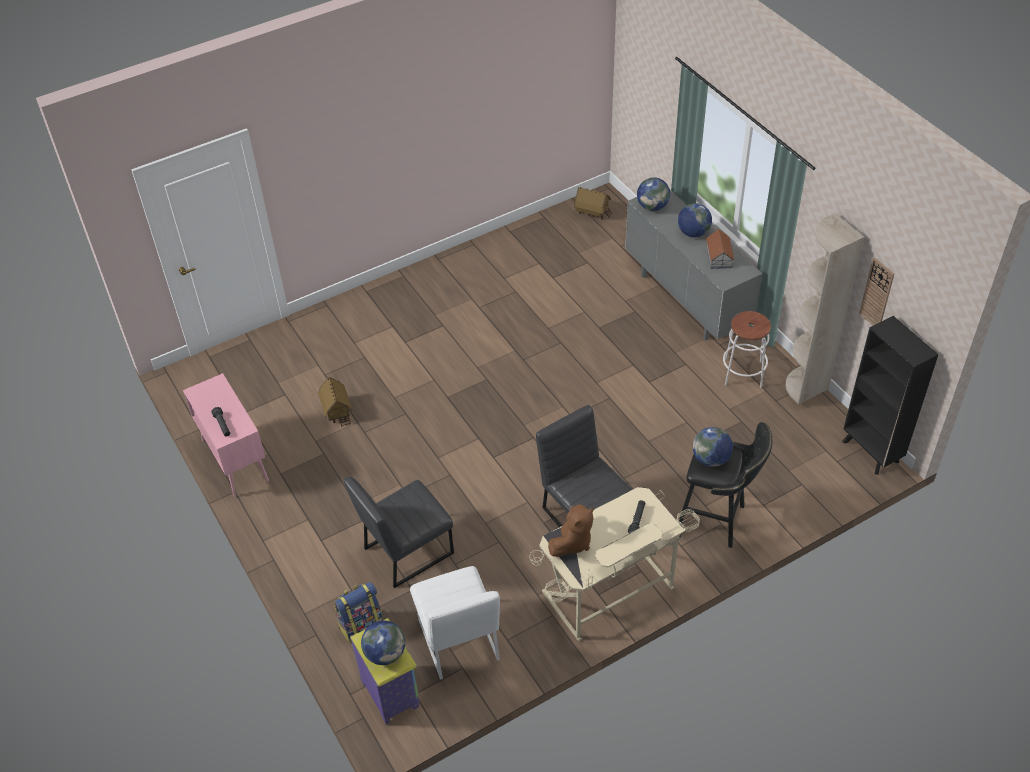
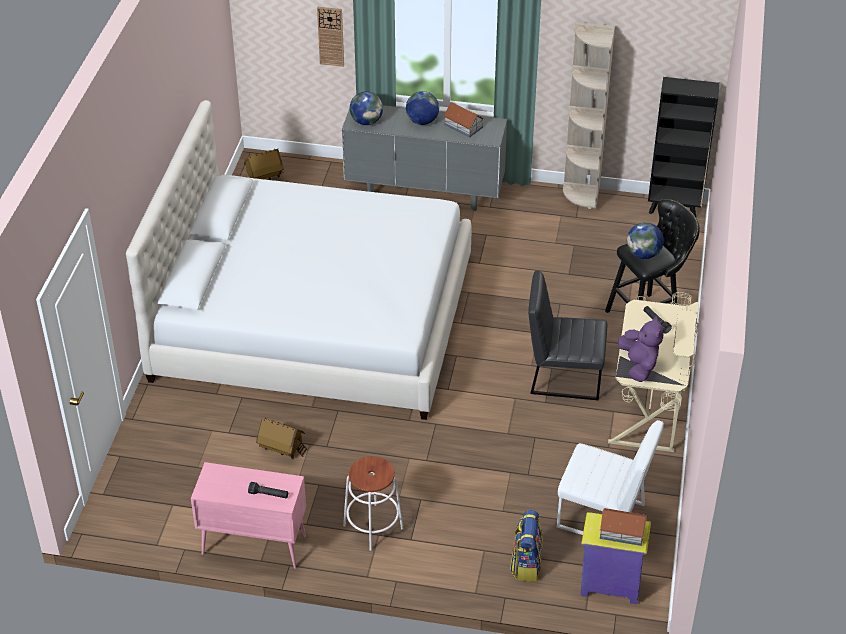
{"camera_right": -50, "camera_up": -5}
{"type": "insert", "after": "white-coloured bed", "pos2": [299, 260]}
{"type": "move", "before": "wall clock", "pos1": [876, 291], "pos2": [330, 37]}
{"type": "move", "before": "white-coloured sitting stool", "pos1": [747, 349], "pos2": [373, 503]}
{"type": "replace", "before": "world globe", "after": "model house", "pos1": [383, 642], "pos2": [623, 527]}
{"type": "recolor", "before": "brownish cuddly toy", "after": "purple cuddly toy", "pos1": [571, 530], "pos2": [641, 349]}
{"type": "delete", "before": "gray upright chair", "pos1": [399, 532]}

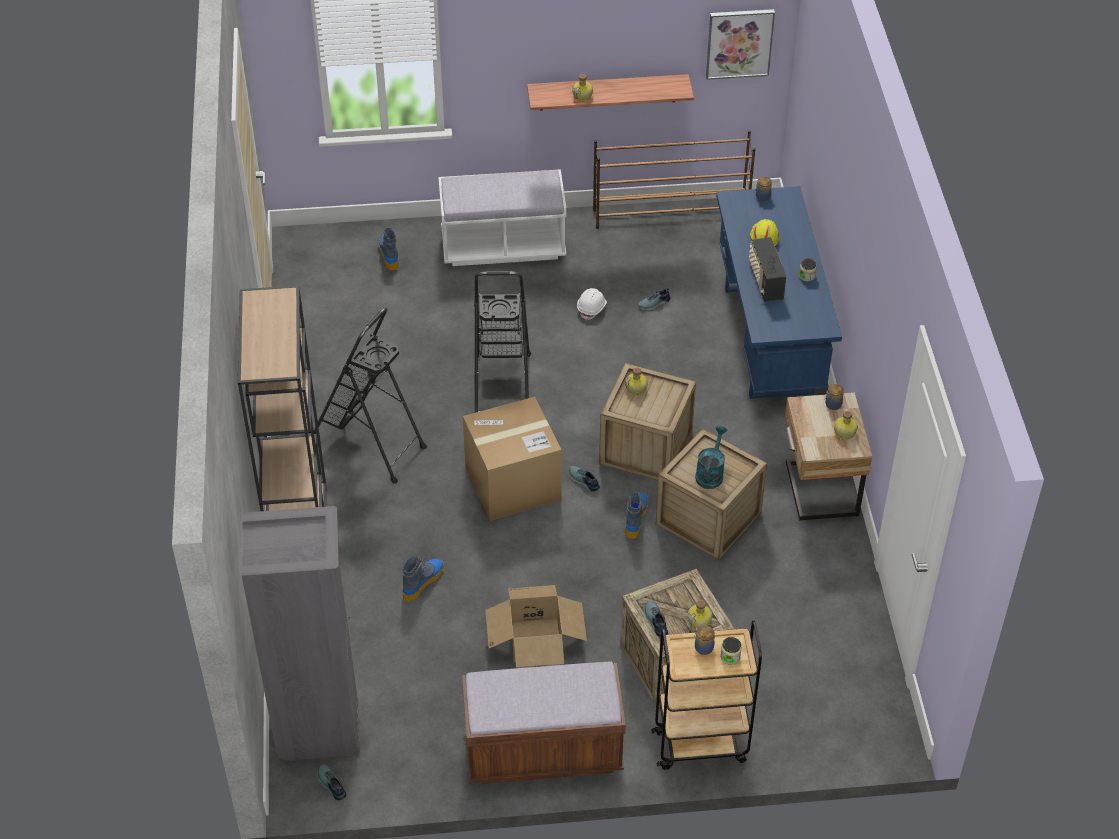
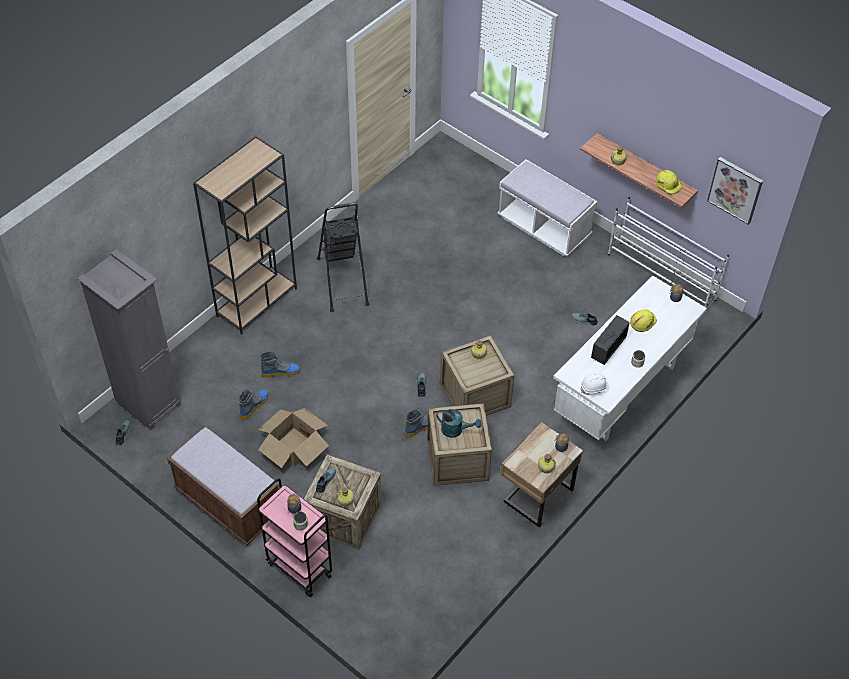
{"camera_right": 45, "camera_up": 5}
{"type": "move", "before": "tall boot", "pos1": [388, 248], "pos2": [254, 404]}
{"type": "recolor", "before": "brownish wheeled cart", "after": "pink-coloured wheeled cart", "pos1": [706, 695], "pos2": [294, 537]}
{"type": "rotate", "before": "turquoise watering pot", "pos1": [711, 457], "pos2": [458, 423], "turn": 45}
{"type": "recolor", "before": "blue desk unit", "after": "white-coloured desk unit", "pos1": [779, 292], "pos2": [630, 358]}
{"type": "move", "before": "white-coloured hard hat", "pos1": [592, 304], "pos2": [595, 383]}
{"type": "recolor", "before": "brownish shoe shelf", "after": "white-coloured shoe shelf", "pos1": [674, 180], "pos2": [668, 252]}
{"type": "insert", "after": "yellowish hard hat", "pos2": [669, 182]}
{"type": "delete", "before": "packing box", "pos1": [512, 459]}
{"type": "delete", "before": "stepladder", "pos1": [502, 342]}

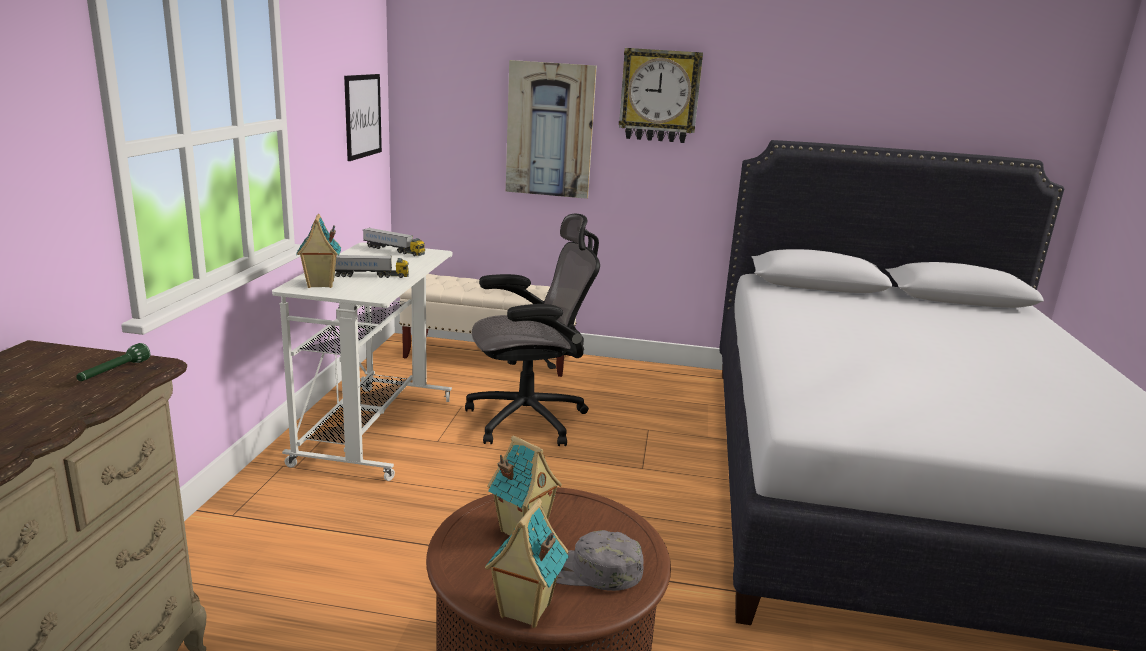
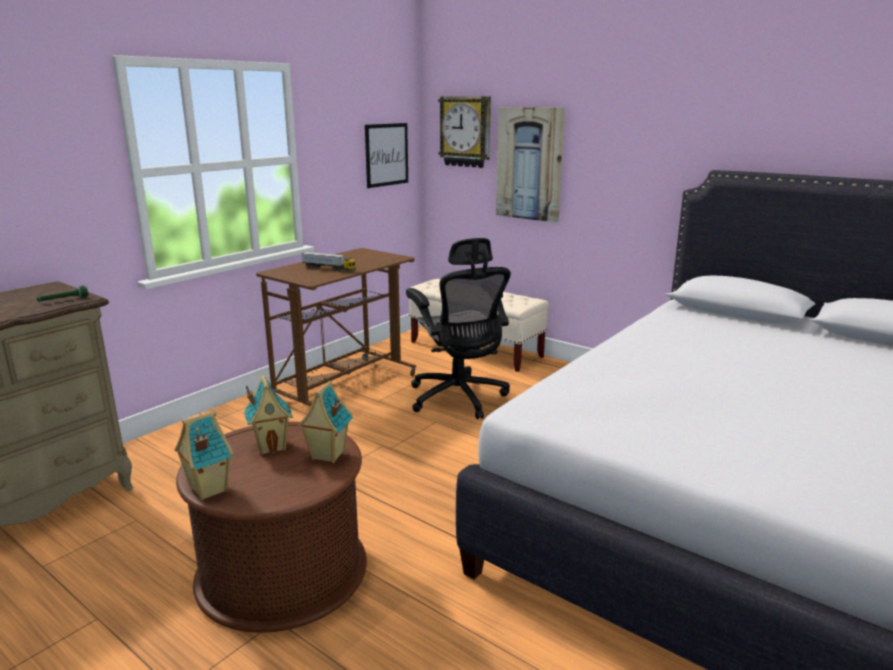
{"camera_right": 30, "camera_up": 0}
{"type": "recolor", "before": "white-coloured desk unit", "after": "brownish desk unit", "pos1": [362, 361], "pos2": [336, 327]}
{"type": "move", "before": "model house", "pos1": [318, 251], "pos2": [325, 422]}
{"type": "rotate", "before": "computer chair", "pos1": [532, 330], "pos2": [458, 328], "turn": 60}
{"type": "move", "before": "wall clock", "pos1": [661, 95], "pos2": [464, 132]}
{"type": "delete", "before": "toy truck", "pos1": [394, 242]}
{"type": "delete", "before": "gray baseball cap", "pos1": [600, 560]}

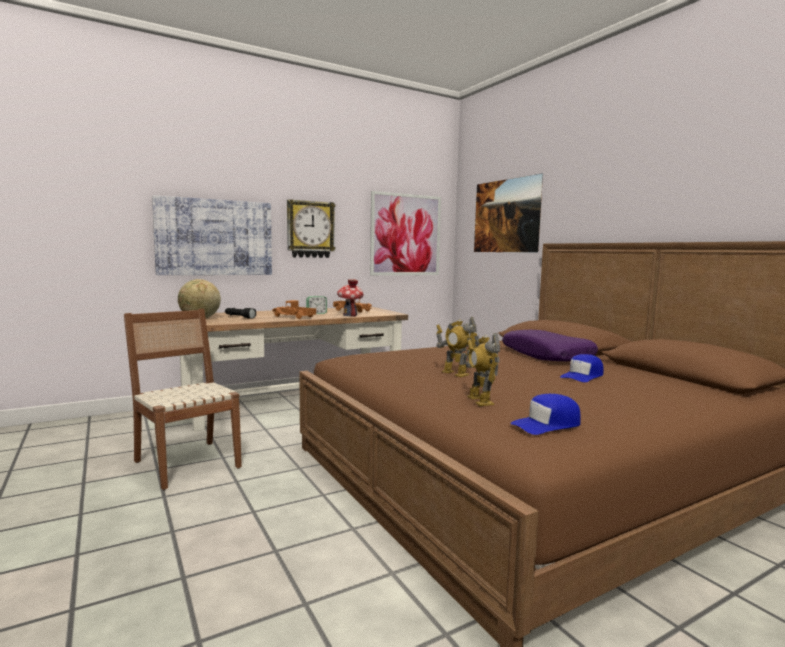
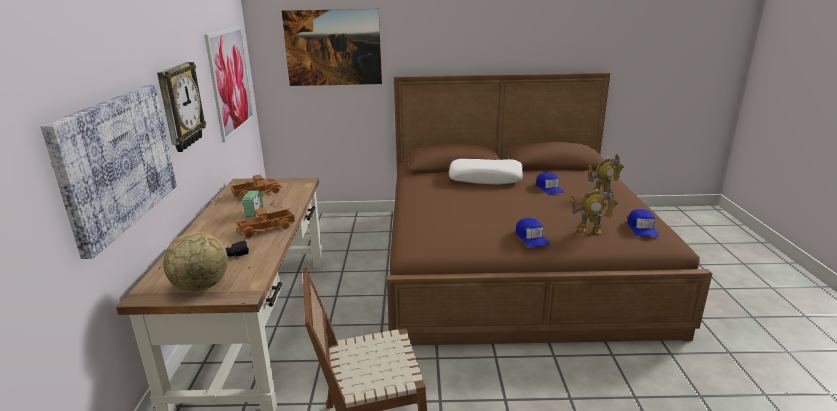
{"camera_right": -60, "camera_up": 15}
{"type": "recolor", "before": "purple pillow", "after": "white-coloured pillow", "pos1": [550, 345], "pos2": [486, 172]}
{"type": "insert", "after": "blue baseball cap", "pos2": [533, 232]}
{"type": "move", "before": "toy robot", "pos1": [457, 347], "pos2": [605, 174]}
{"type": "delete", "before": "model house", "pos1": [350, 298]}

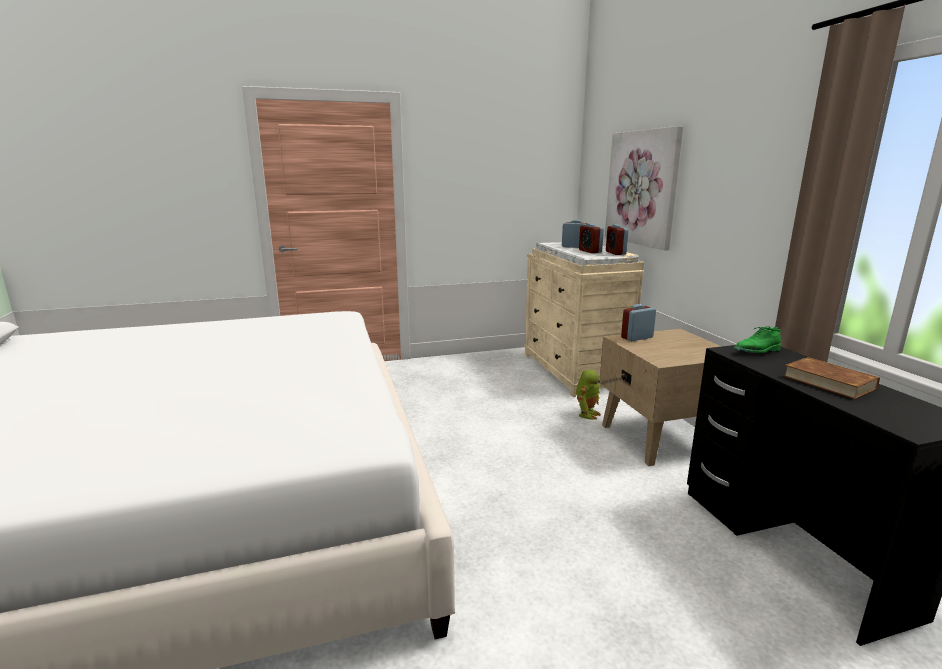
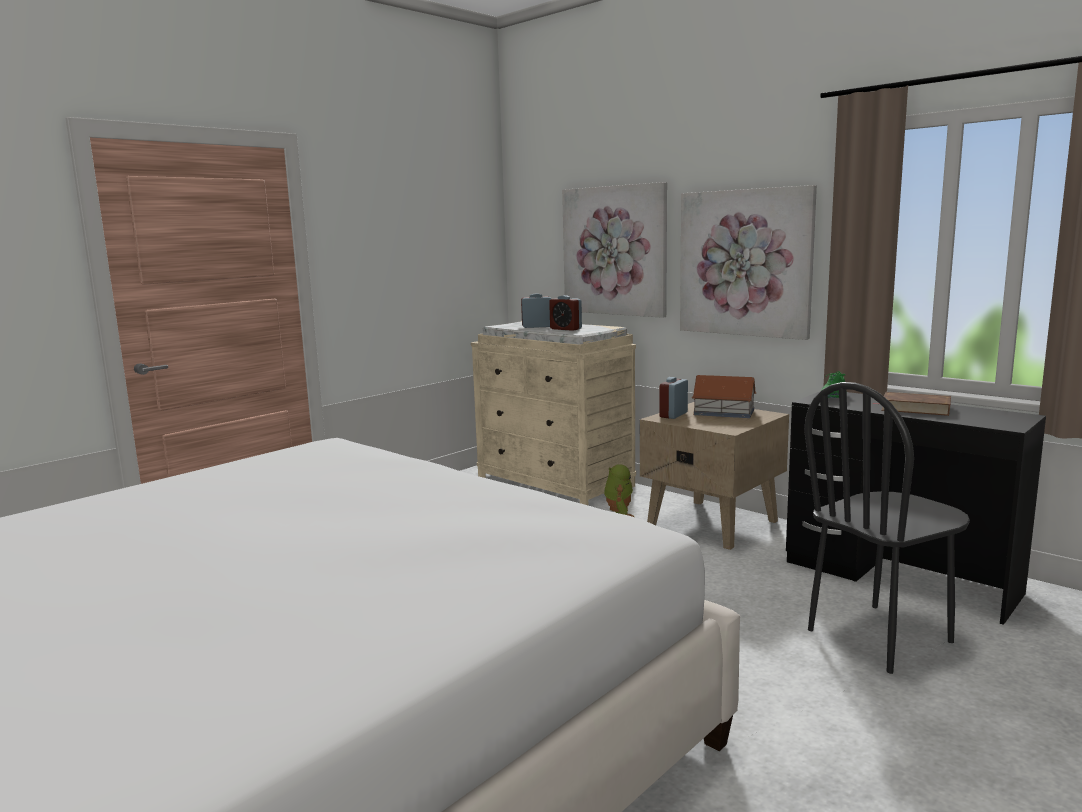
{"camera_right": -30, "camera_up": -5}
{"type": "insert", "after": "picture", "pos2": [748, 262]}
{"type": "insert", "after": "model house", "pos2": [724, 396]}
{"type": "insert", "after": "blackish upright chair", "pos2": [887, 528]}
{"type": "delete", "before": "alarm clock", "pos1": [617, 239]}

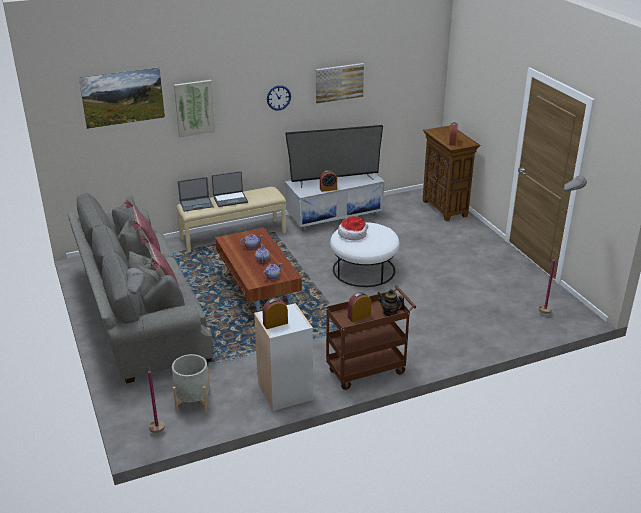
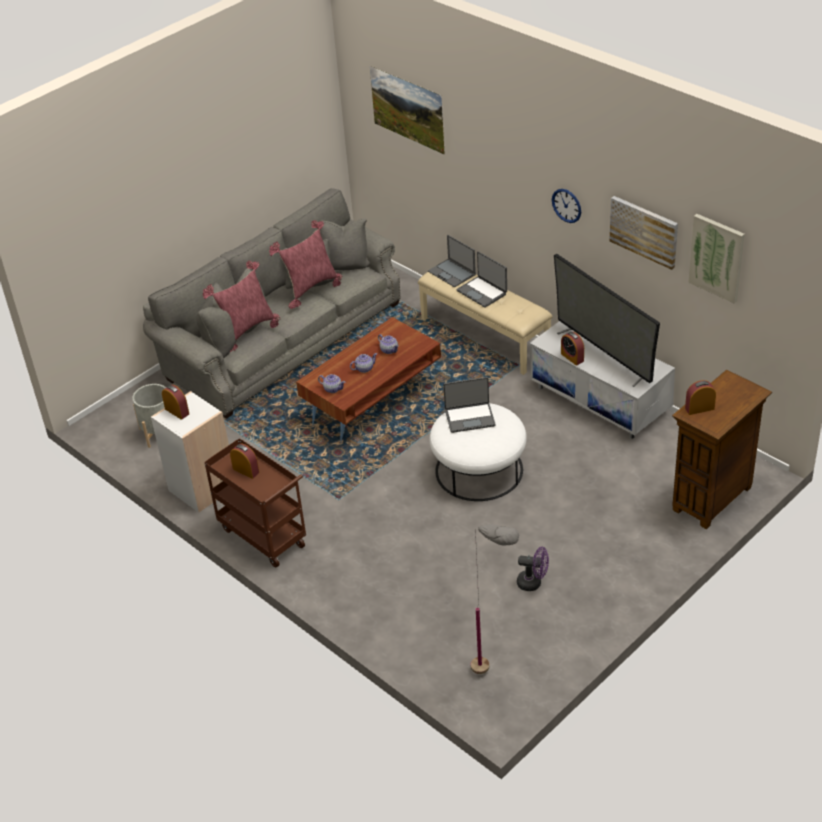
{"camera_right": 70, "camera_up": 10}
{"type": "replace", "before": "hat", "after": "laptop", "pos1": [353, 228], "pos2": [469, 405]}
{"type": "insert", "after": "purple cooling fan", "pos2": [533, 569]}
{"type": "move", "before": "picture", "pos1": [194, 108], "pos2": [716, 258]}
{"type": "delete", "before": "gray standard lamp", "pos1": [145, 350]}
{"type": "delete", "before": "pot for tea", "pos1": [391, 302]}

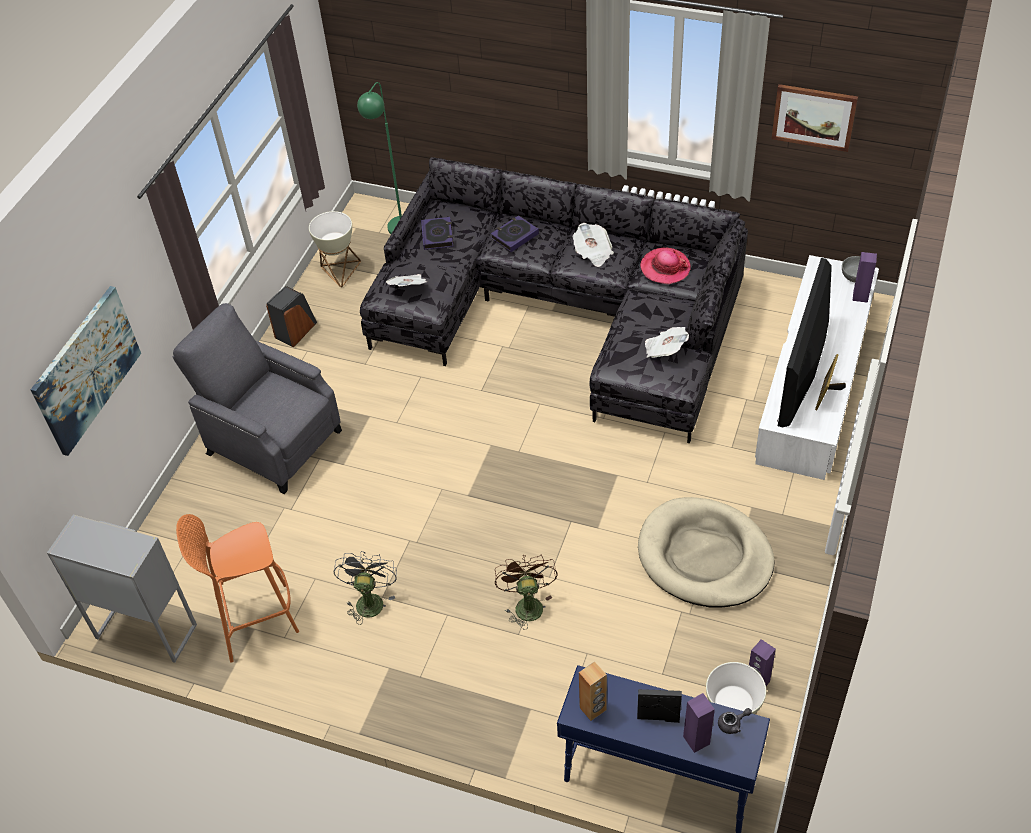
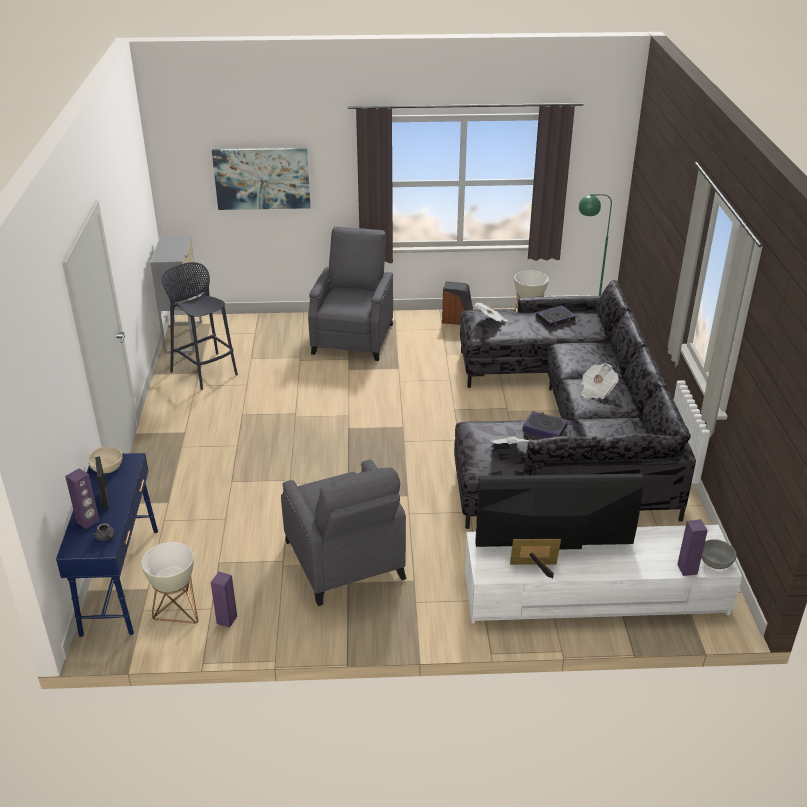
{"camera_right": 65, "camera_up": -15}
{"type": "replace", "before": "brownish speaker", "after": "beige-coloured deep dish", "pos1": [593, 691], "pos2": [105, 460]}
{"type": "recolor", "before": "orangey sitting stool", "after": "gray sitting stool", "pos1": [237, 588], "pos2": [200, 326]}
{"type": "replace", "before": "beige-coloured pet bed", "after": "gray armchair", "pos1": [706, 552], "pos2": [344, 533]}
{"type": "move", "before": "volume", "pos1": [515, 233], "pos2": [545, 424]}
{"type": "delete", "before": "gray cooling fan", "pos1": [365, 588]}
{"type": "delete", "before": "brownish cooling fan", "pos1": [526, 592]}
{"type": "delete", "before": "hat", "pos1": [665, 266]}
{"type": "delete", "before": "picture", "pos1": [815, 118]}

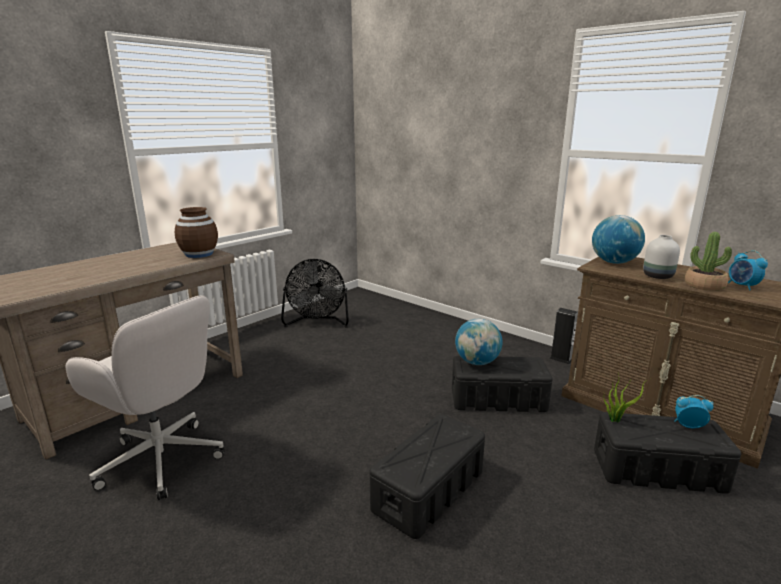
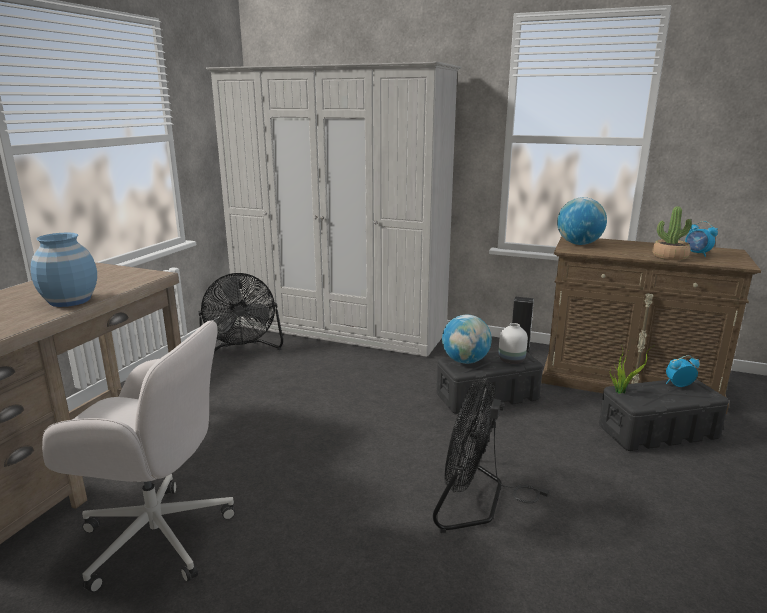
{"camera_right": -20, "camera_up": 0}
{"type": "insert", "after": "blue vase", "pos2": [64, 269]}
{"type": "insert", "after": "white-coloured wardrobe", "pos2": [333, 209]}
{"type": "replace", "before": "blackish storage bin", "after": "blackish cooling fan", "pos1": [427, 476], "pos2": [492, 455]}
{"type": "move", "before": "white-coloured vase", "pos1": [661, 257], "pos2": [513, 343]}
{"type": "delete", "before": "brownish vase", "pos1": [196, 232]}

